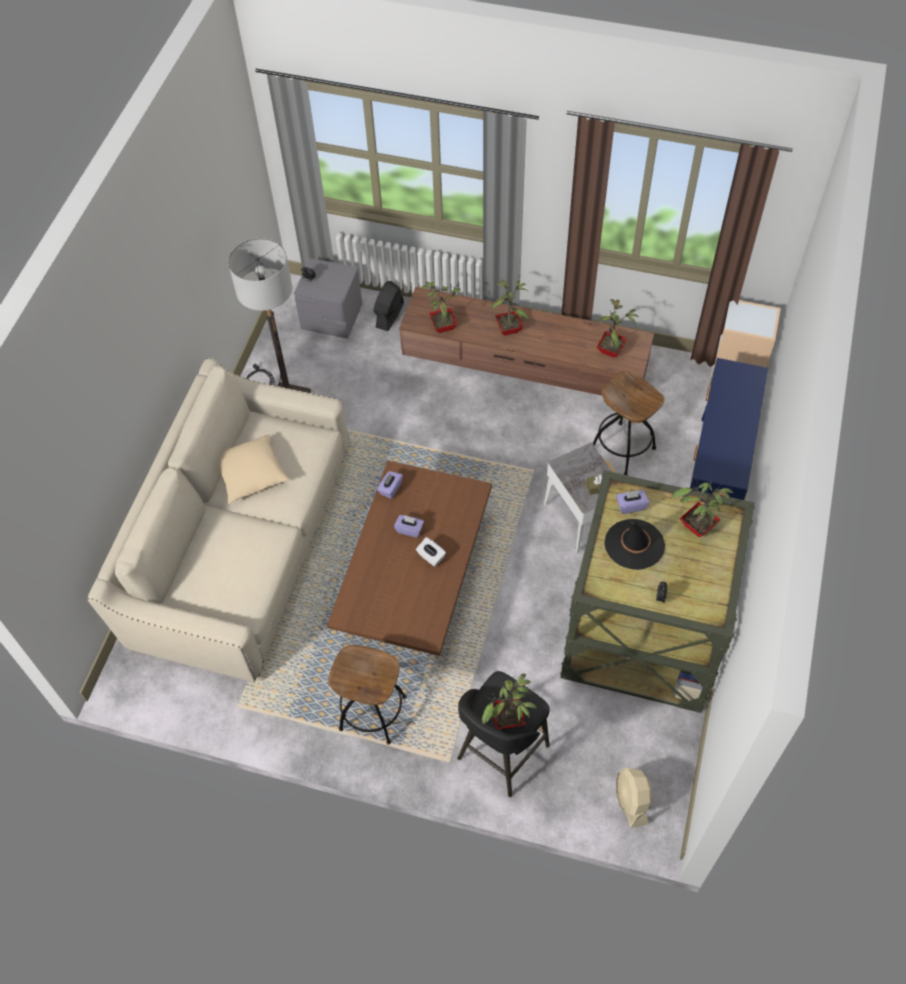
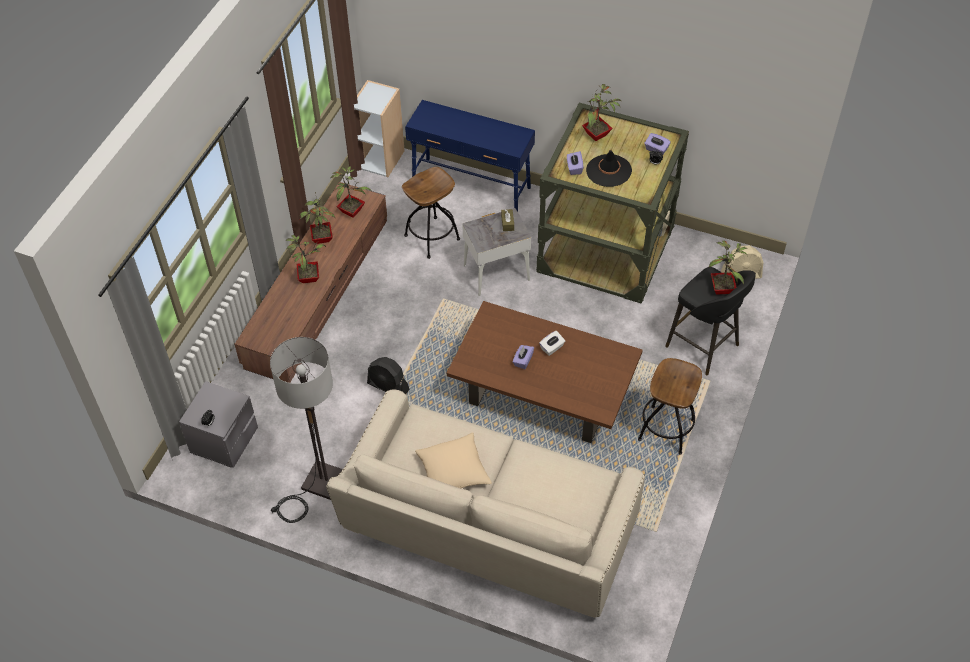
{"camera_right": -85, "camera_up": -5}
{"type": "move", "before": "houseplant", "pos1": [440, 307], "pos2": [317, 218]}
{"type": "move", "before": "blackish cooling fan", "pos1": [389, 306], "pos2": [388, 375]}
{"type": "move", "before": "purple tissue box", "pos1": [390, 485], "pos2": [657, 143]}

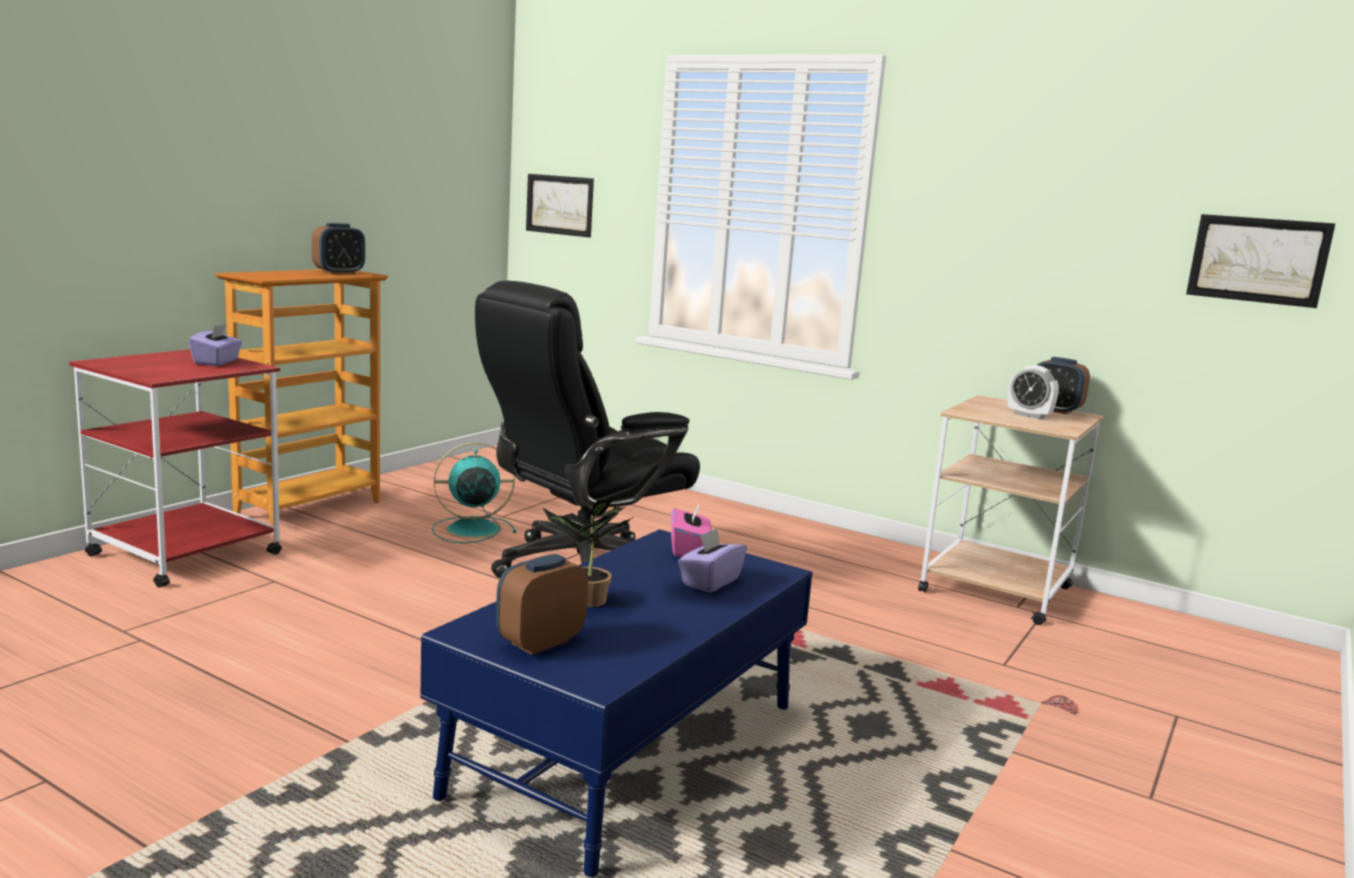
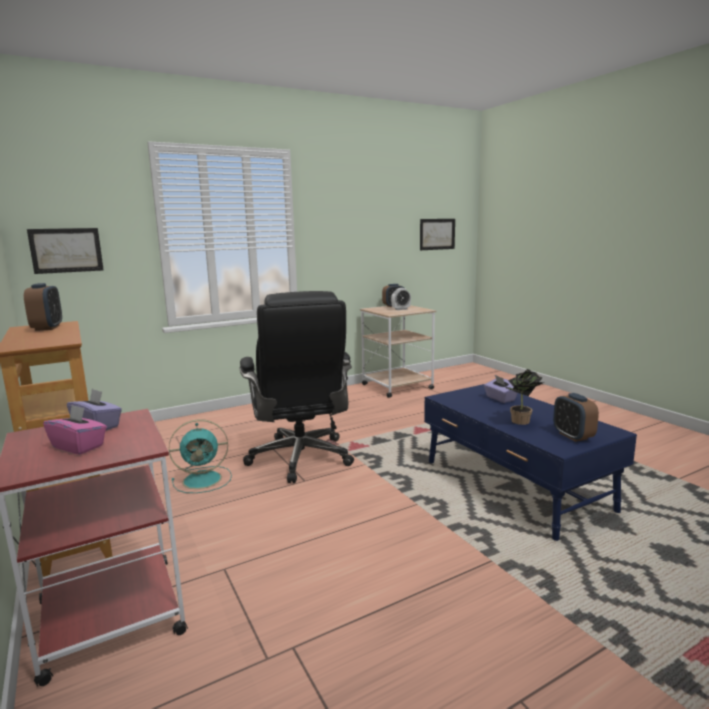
{"camera_right": -60, "camera_up": 0}
{"type": "move", "before": "pink-coloured tissue box", "pos1": [691, 529], "pos2": [75, 430]}
{"type": "rotate", "before": "turquoise cooling fan", "pos1": [474, 492], "pos2": [200, 456], "turn": -120}

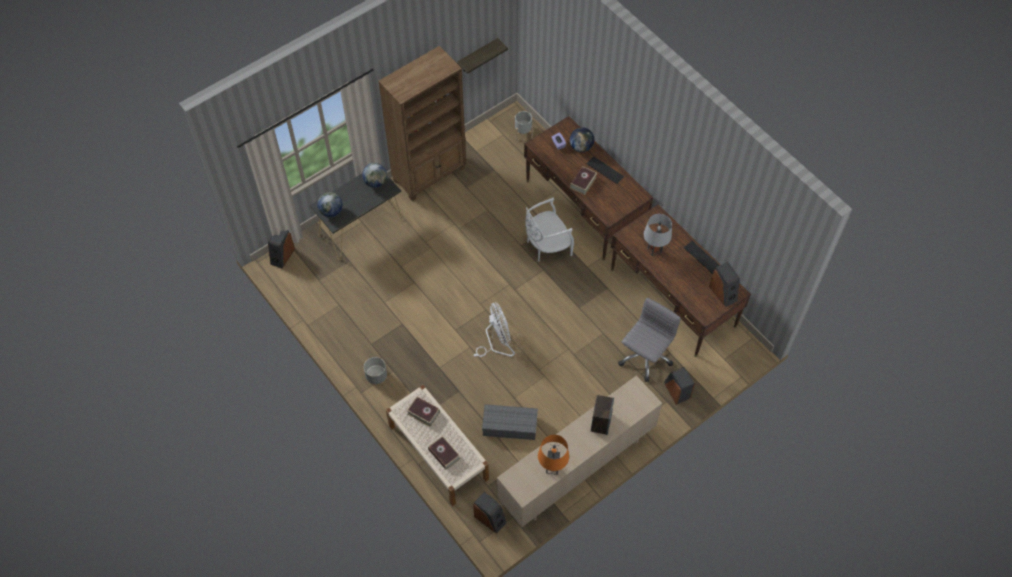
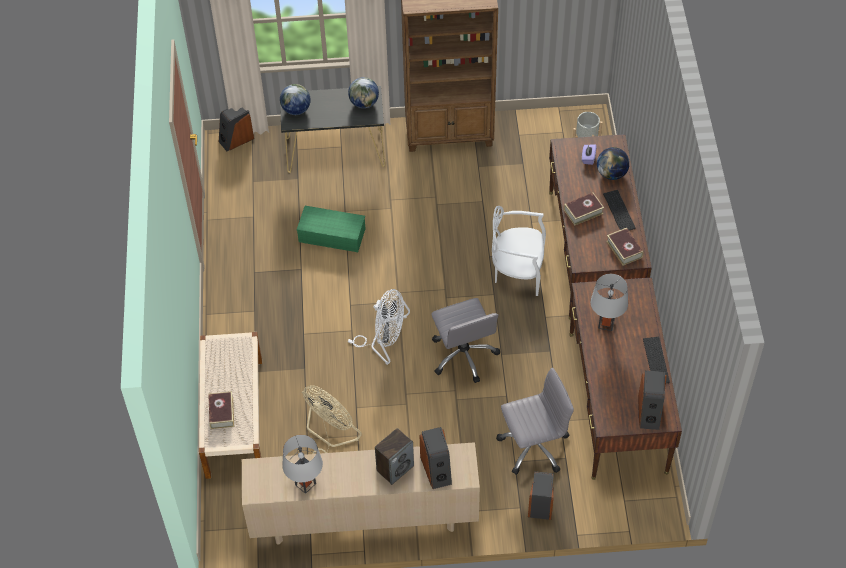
{"camera_right": 35, "camera_up": -5}
{"type": "recolor", "before": "orangey tabletop lamp", "after": "gray tabletop lamp", "pos1": [553, 455], "pos2": [302, 464]}
{"type": "insert", "after": "greenish storage bin", "pos2": [330, 229]}
{"type": "replace", "before": "gray storage bin", "after": "beige-coloured cooling fan", "pos1": [510, 422], "pos2": [332, 419]}
{"type": "move", "before": "speaker", "pos1": [489, 512], "pos2": [435, 458]}
{"type": "insert", "after": "gray computer chair", "pos2": [466, 340]}
{"type": "move", "before": "volume", "pos1": [423, 411], "pos2": [624, 247]}
{"type": "delete", "before": "gray plant pot", "pos1": [375, 370]}
{"type": "delete", "before": "wall shelf", "pos1": [482, 56]}

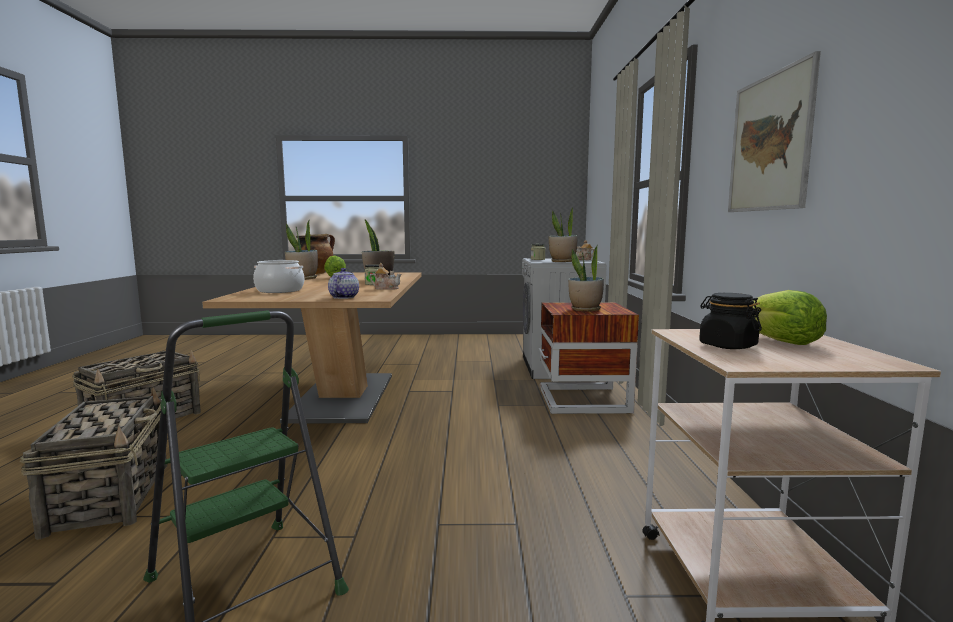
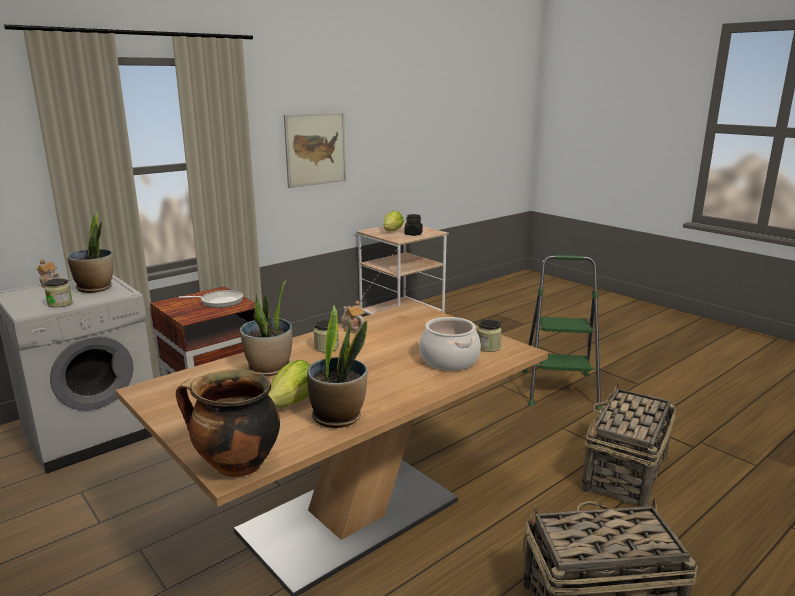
{"camera_right": -130, "camera_up": 10}
{"type": "replace", "before": "houseplant", "after": "skillet", "pos1": [586, 278], "pos2": [211, 299]}
{"type": "insert", "after": "jar", "pos2": [489, 335]}
{"type": "delete", "before": "pot for tea", "pos1": [343, 283]}

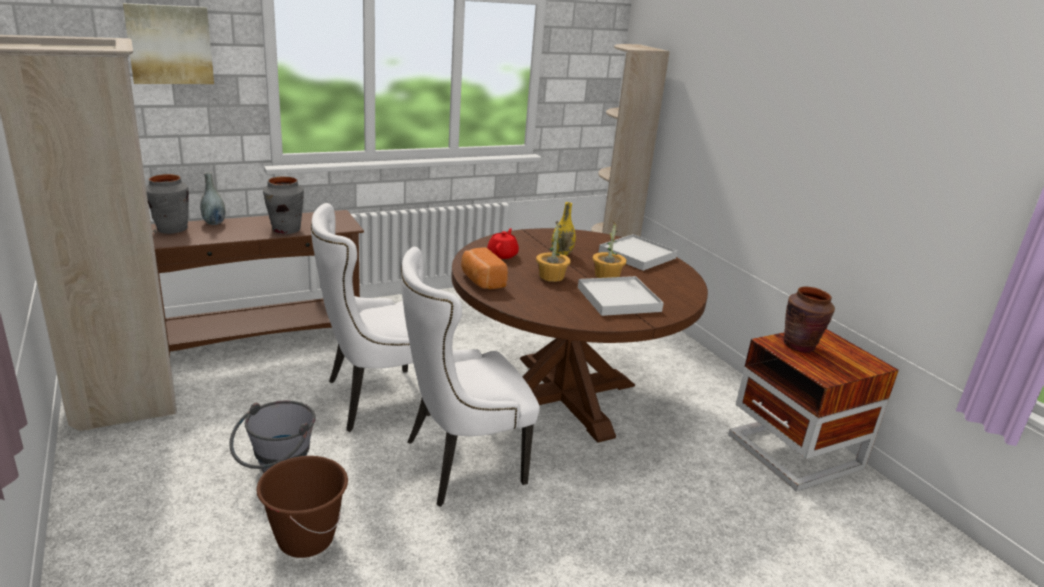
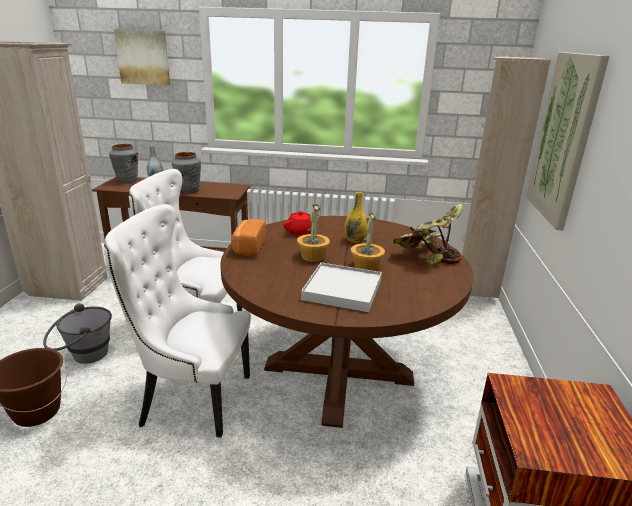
{"camera_right": 35, "camera_up": 0}
{"type": "replace", "before": "white-coloured serving tray", "after": "houseplant", "pos1": [638, 252], "pos2": [428, 234]}
{"type": "insert", "after": "picture", "pos2": [567, 141]}
{"type": "delete", "before": "brownish vase", "pos1": [809, 320]}

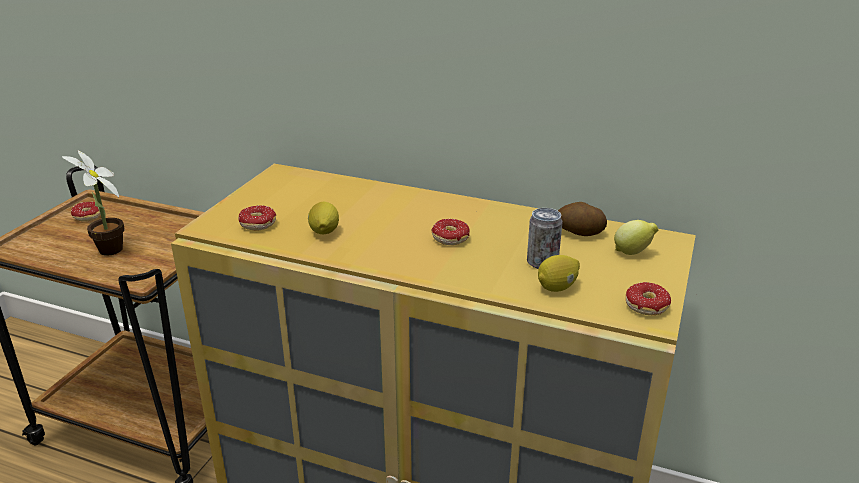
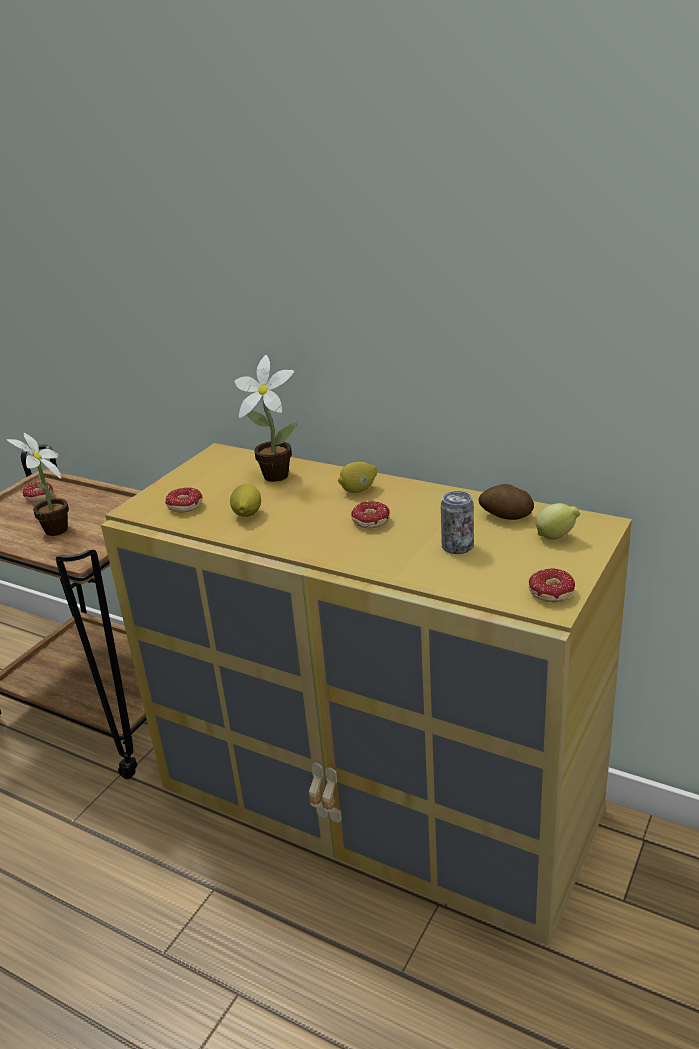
{"camera_right": 10, "camera_up": 0}
{"type": "insert", "after": "houseplant", "pos2": [266, 418]}
{"type": "move", "before": "lemon", "pos1": [559, 273], "pos2": [357, 477]}

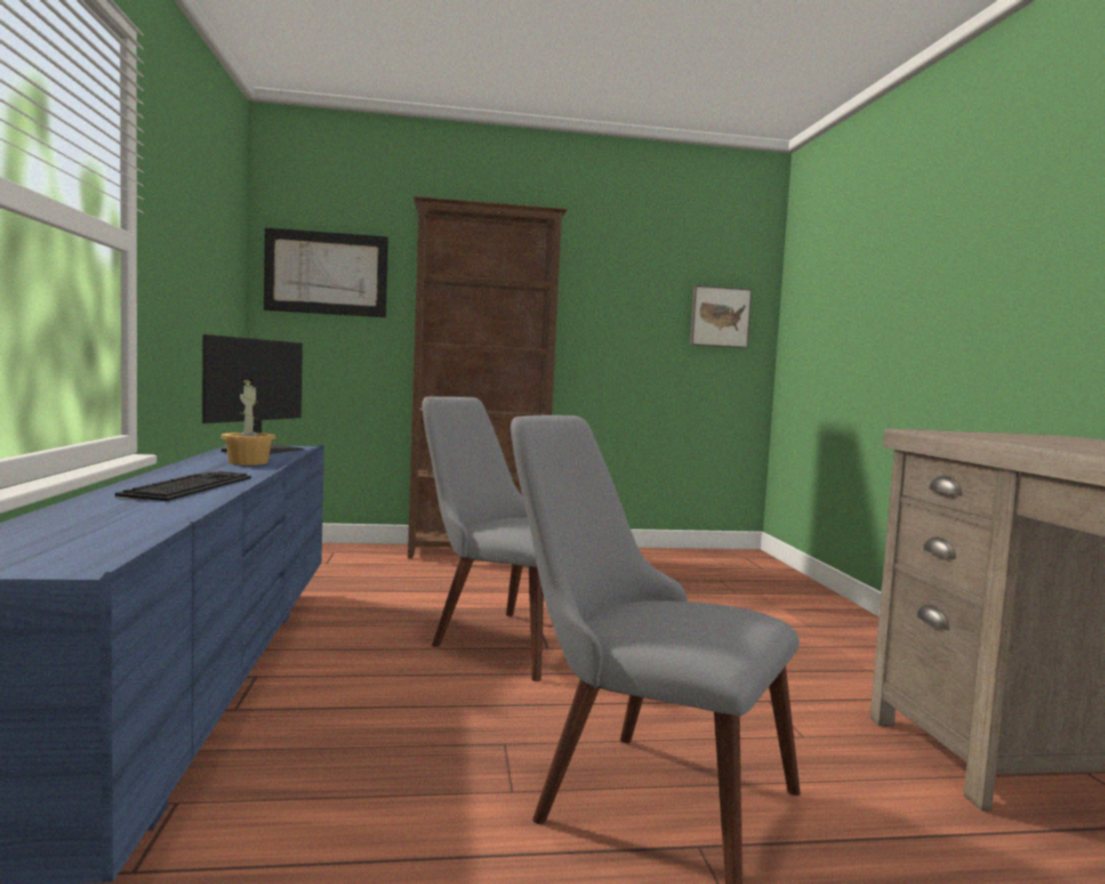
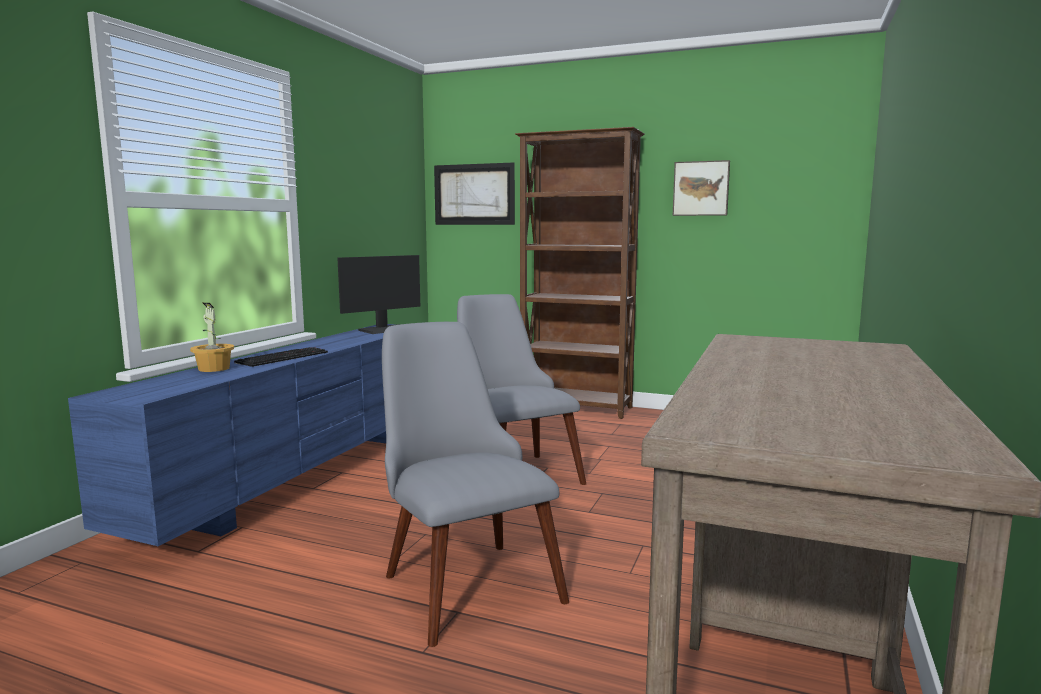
{"camera_right": 30, "camera_up": 5}
{"type": "move", "before": "houseplant", "pos1": [248, 421], "pos2": [212, 337]}
{"type": "move", "before": "picture", "pos1": [721, 316], "pos2": [701, 188]}

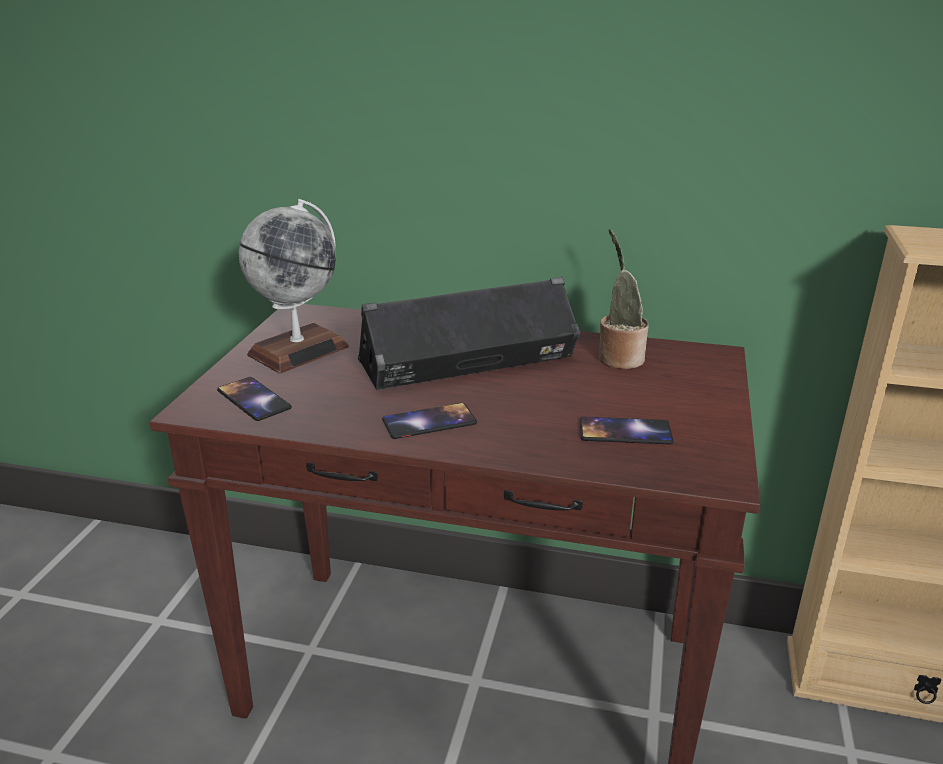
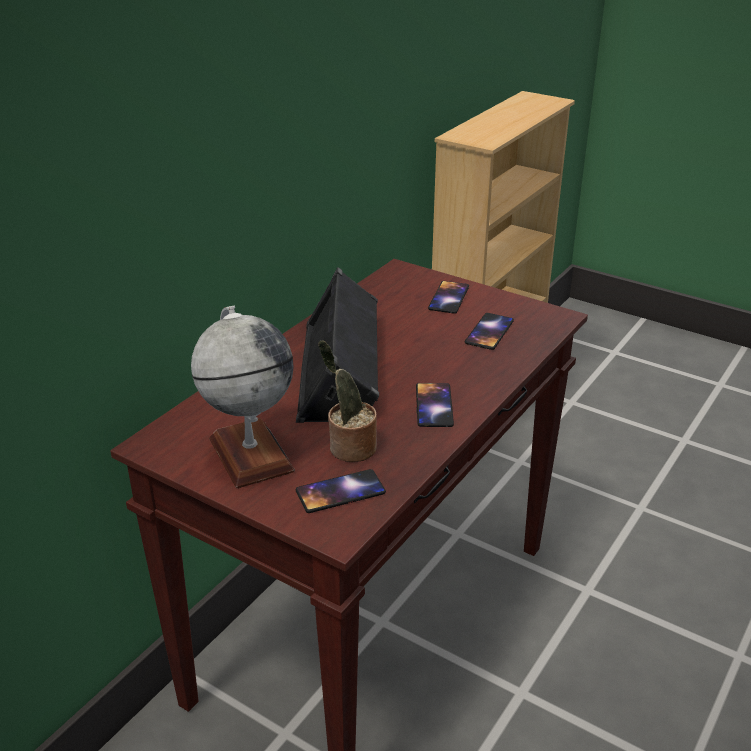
{"camera_right": -70, "camera_up": 5}
{"type": "move", "before": "houseplant", "pos1": [624, 299], "pos2": [348, 401]}
{"type": "insert", "after": "phone", "pos2": [448, 297]}

